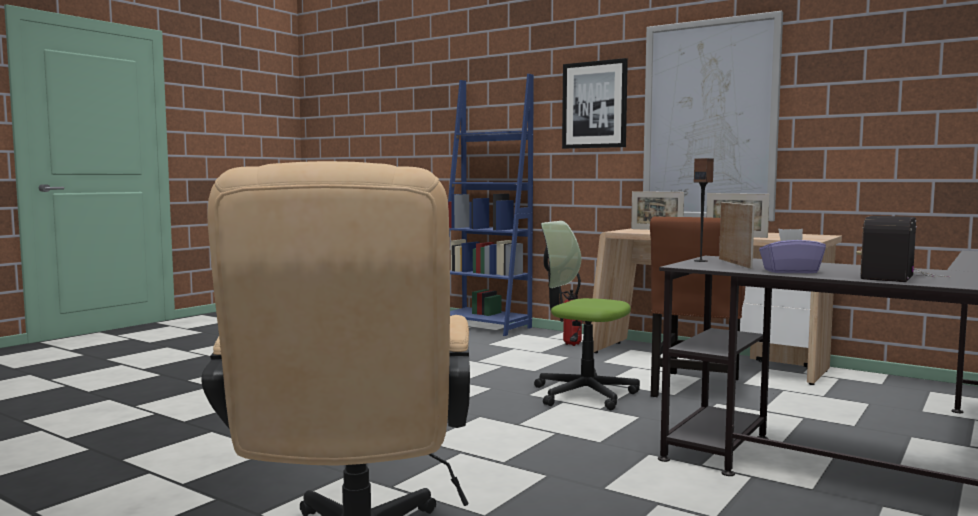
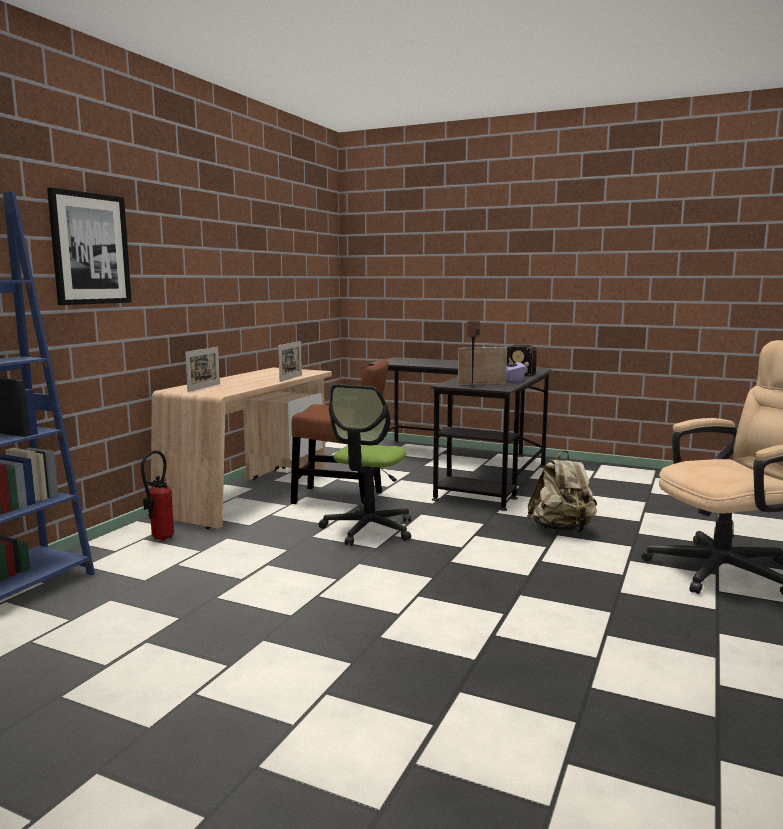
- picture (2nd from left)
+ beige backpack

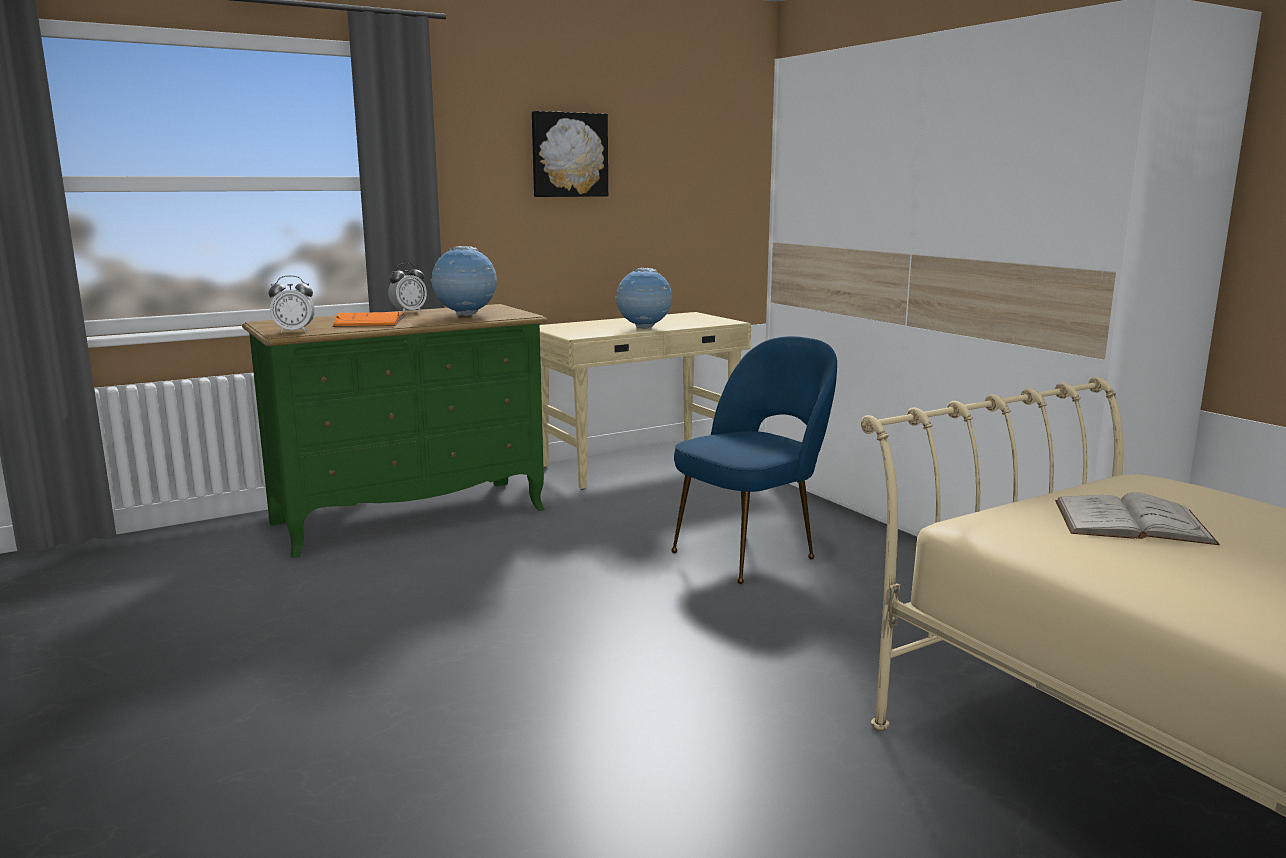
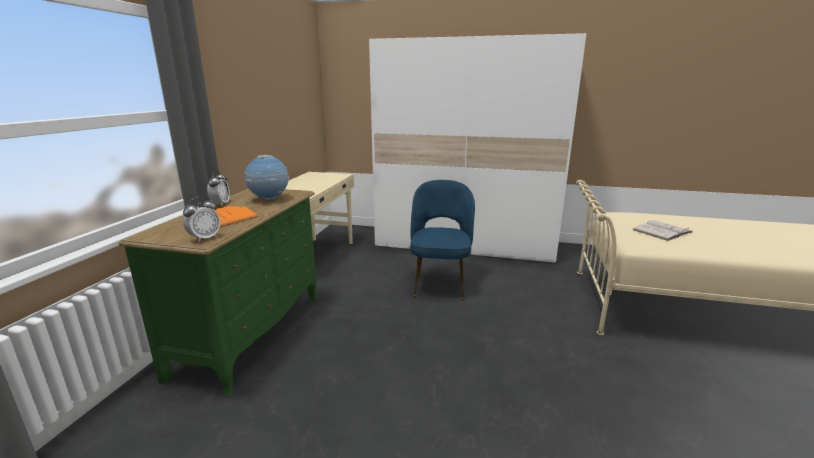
- picture
- globe (2nd from left)

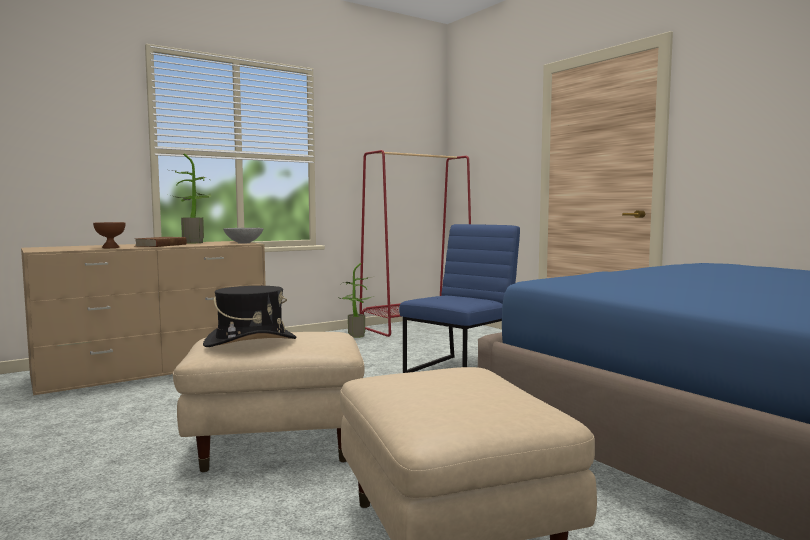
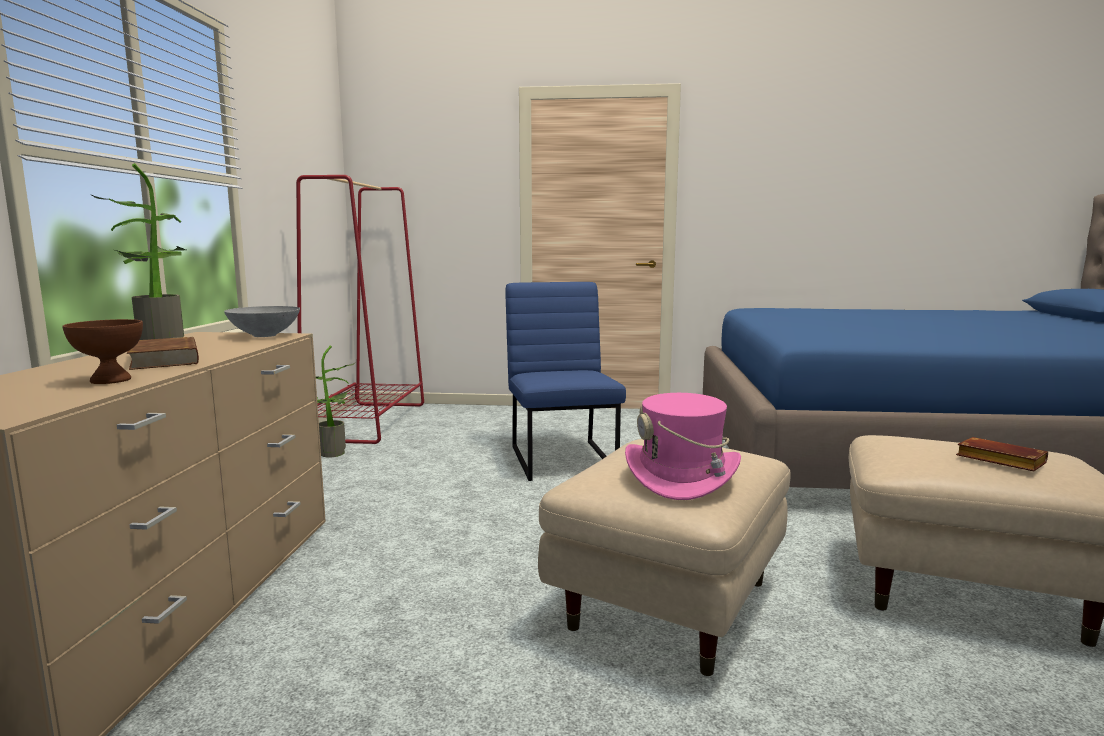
~ black hat to pink hat
+ brown book (2nd from left)

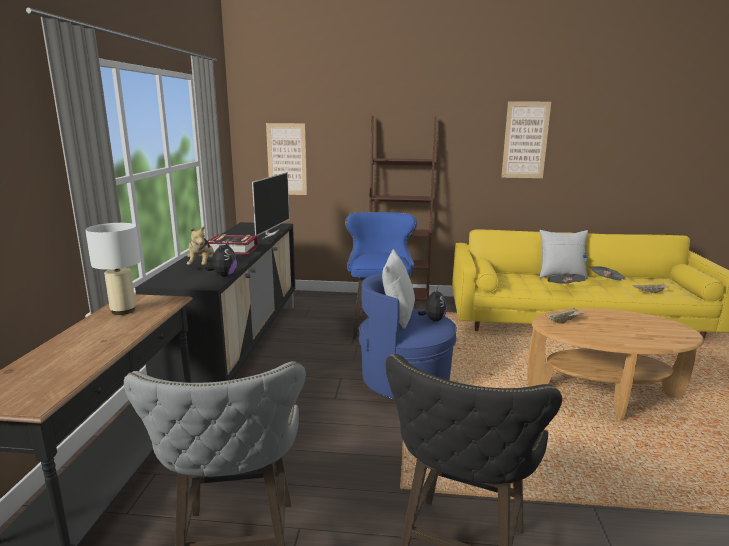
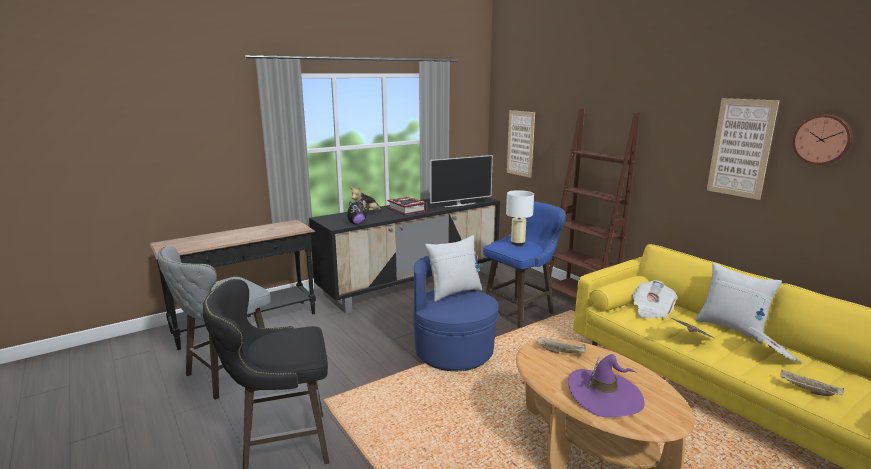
~ white table lamp
- plush toy (3rd from left)
+ wall clock
+ newspaper (1st from left)
+ purple hat

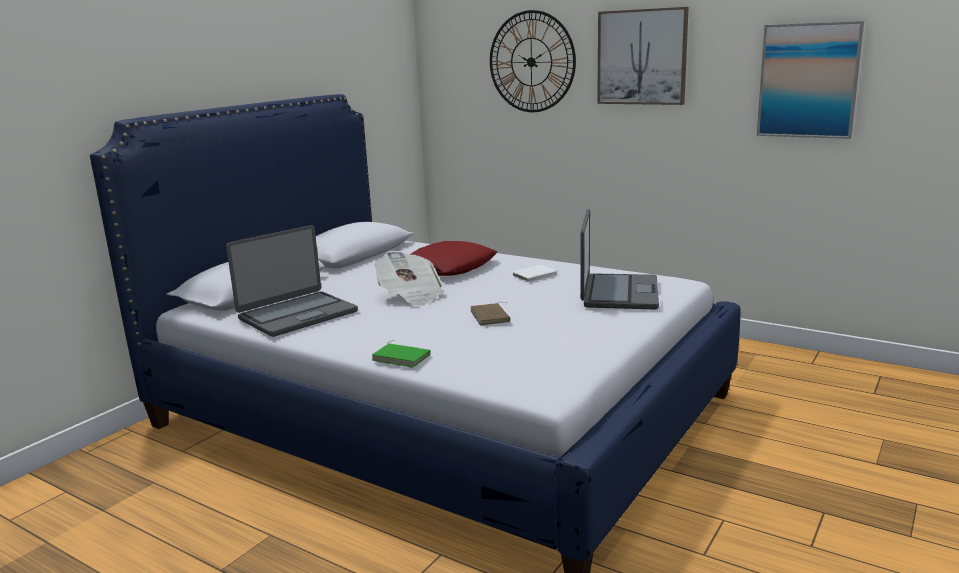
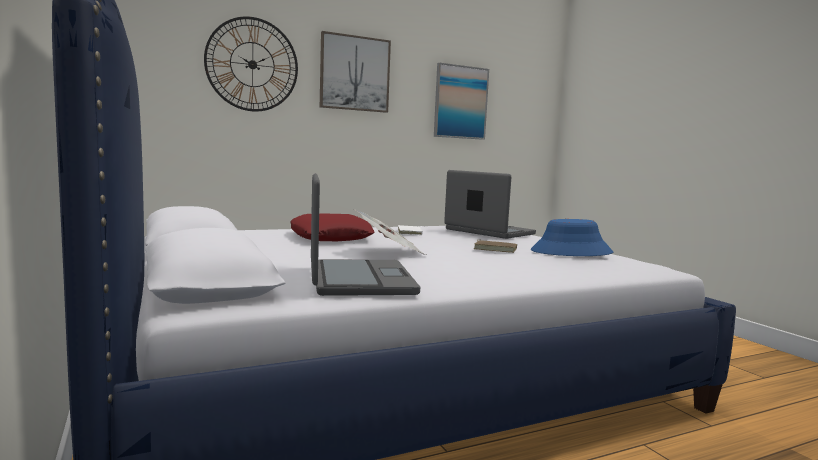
- green book
+ blue hat

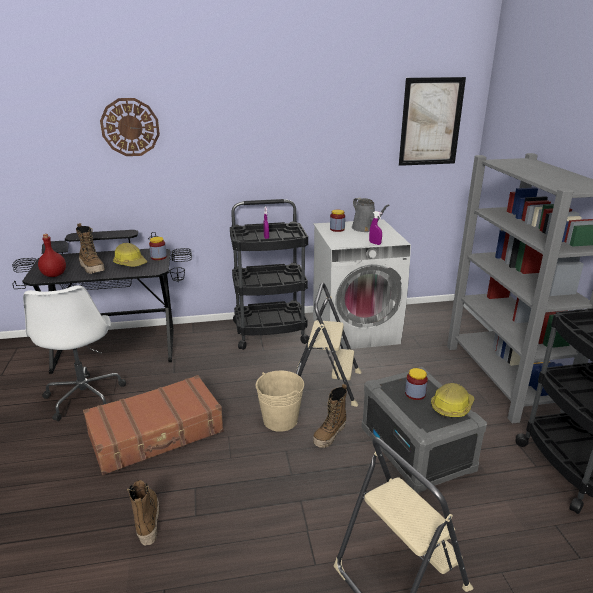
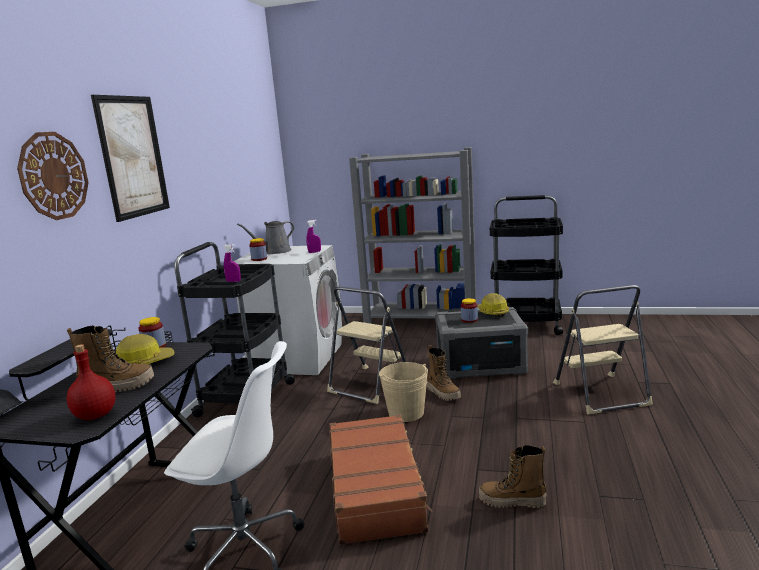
~ picture
~ grey watering can 150 degrees clockwise

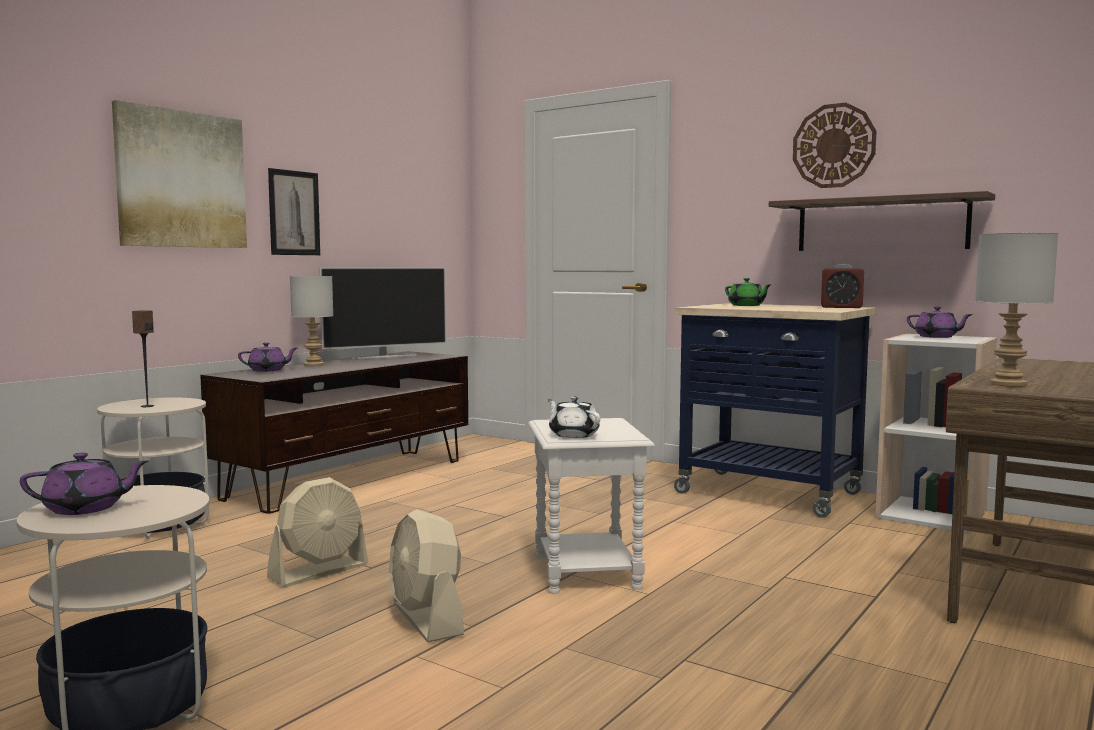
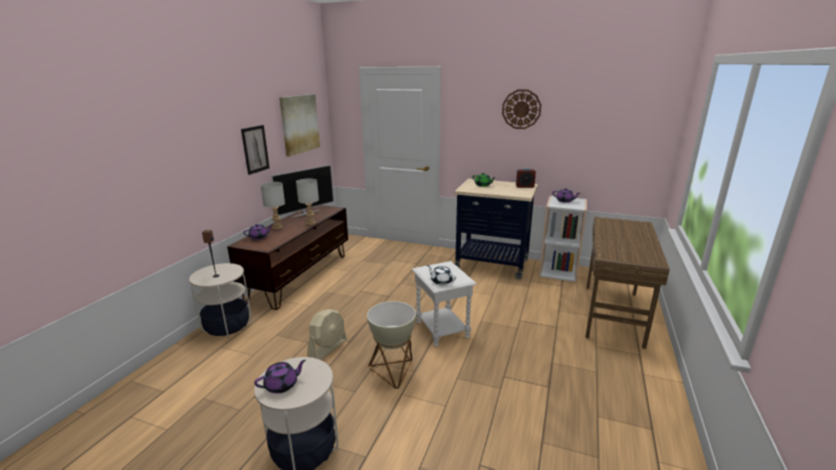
~ picture (1st from left in the first image) to picture (2nd from left)
- shelf
~ grey table lamp (2nd from left)
~ beige fan (2nd from left) to planter

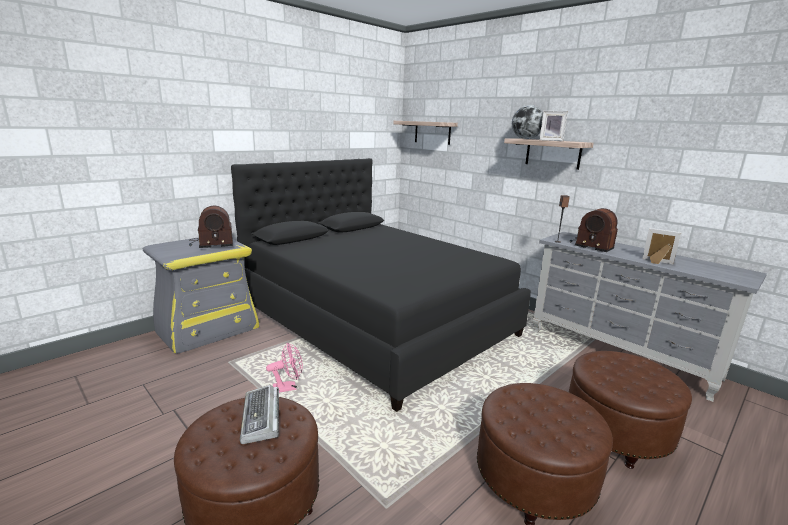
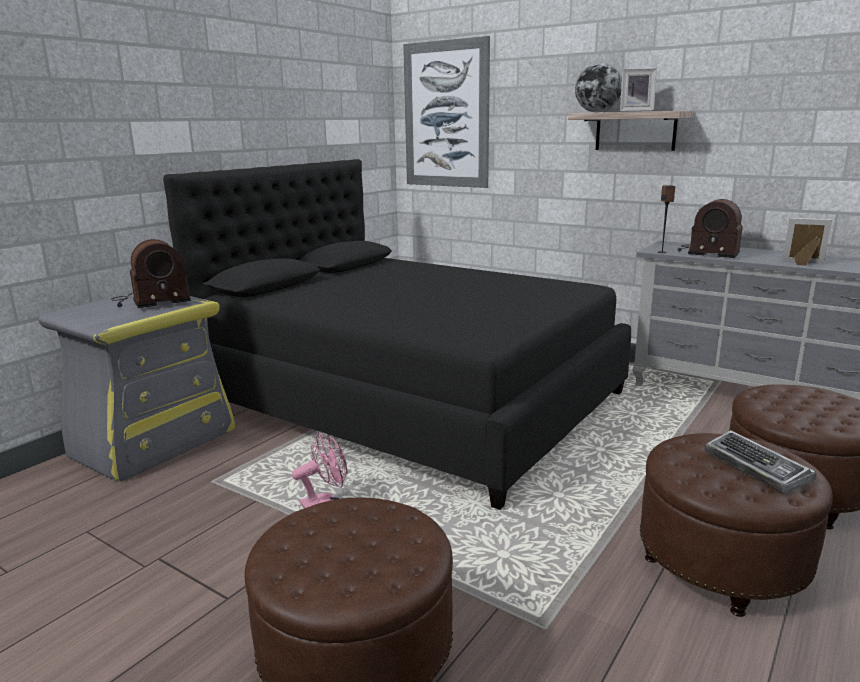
~ shelf (1st from left) to picture
~ keyboard

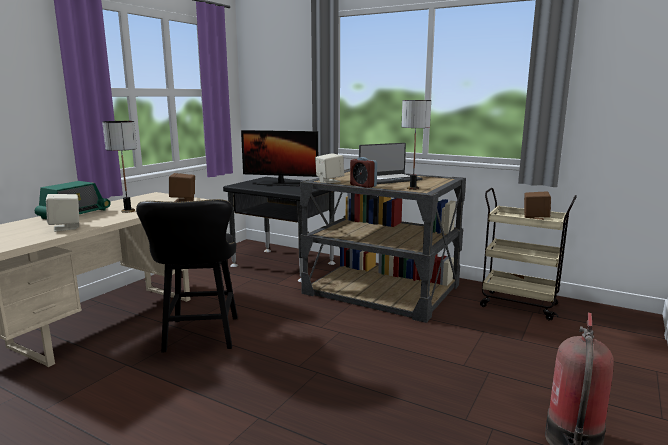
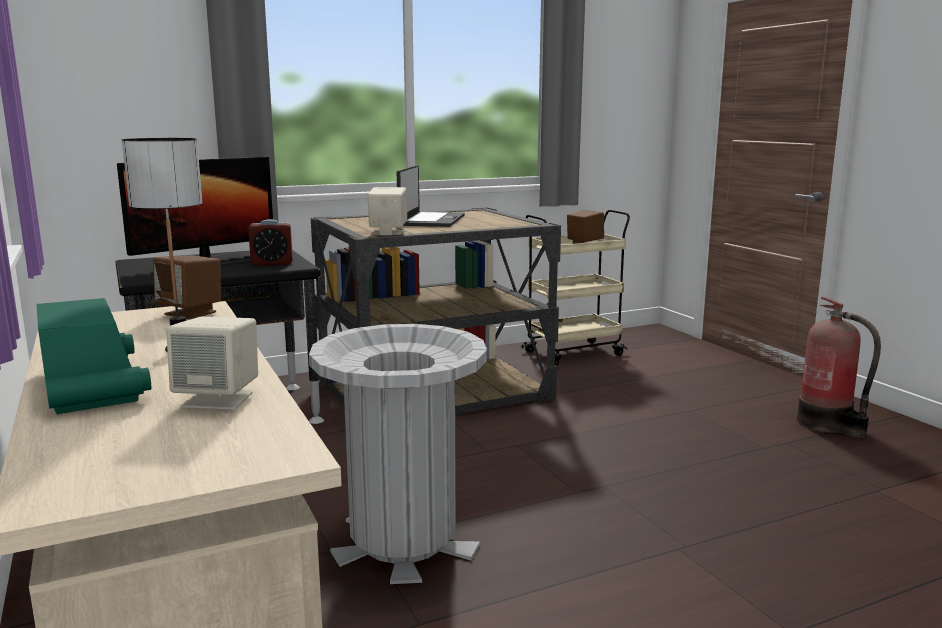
- table lamp (2nd from left)
~ alarm clock
~ black stool to grey trash can

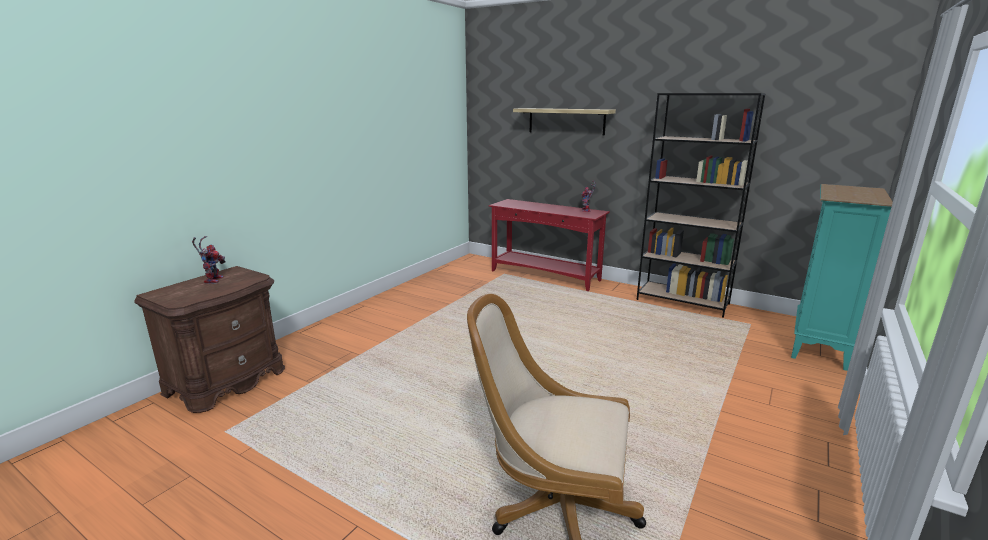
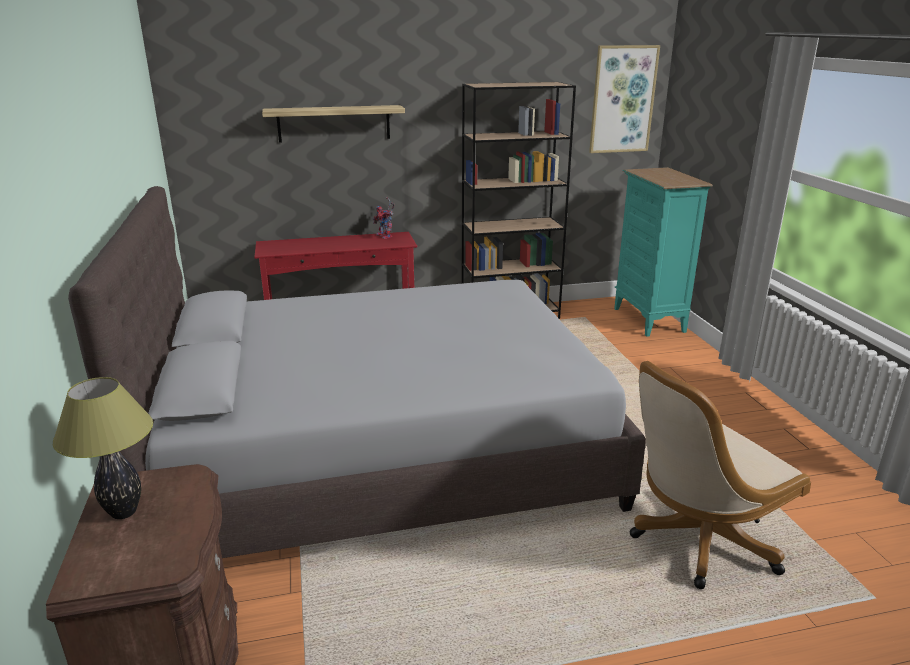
~ toy robot (1st from left) to table lamp
+ picture
+ grey bed

